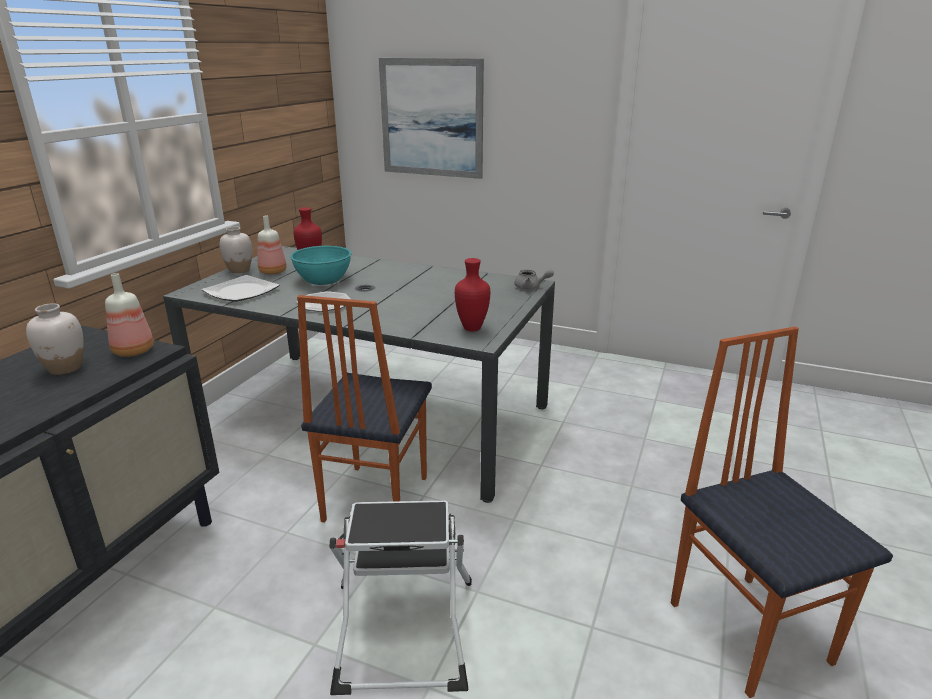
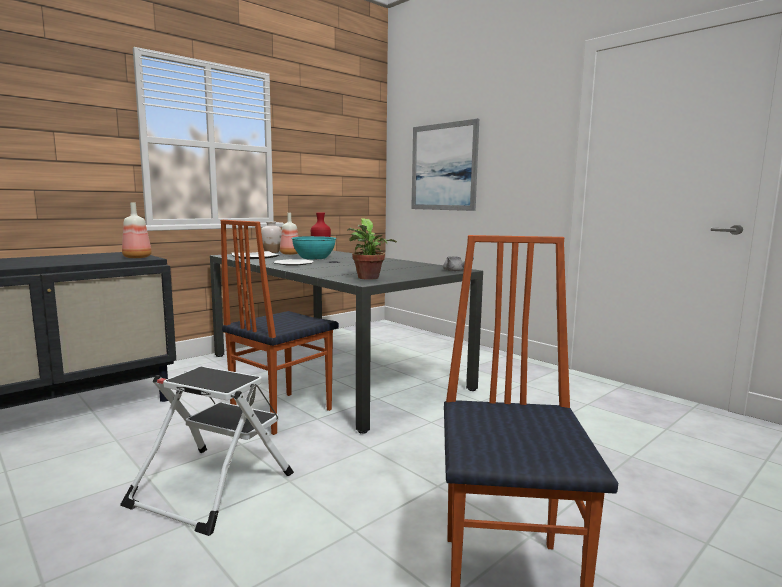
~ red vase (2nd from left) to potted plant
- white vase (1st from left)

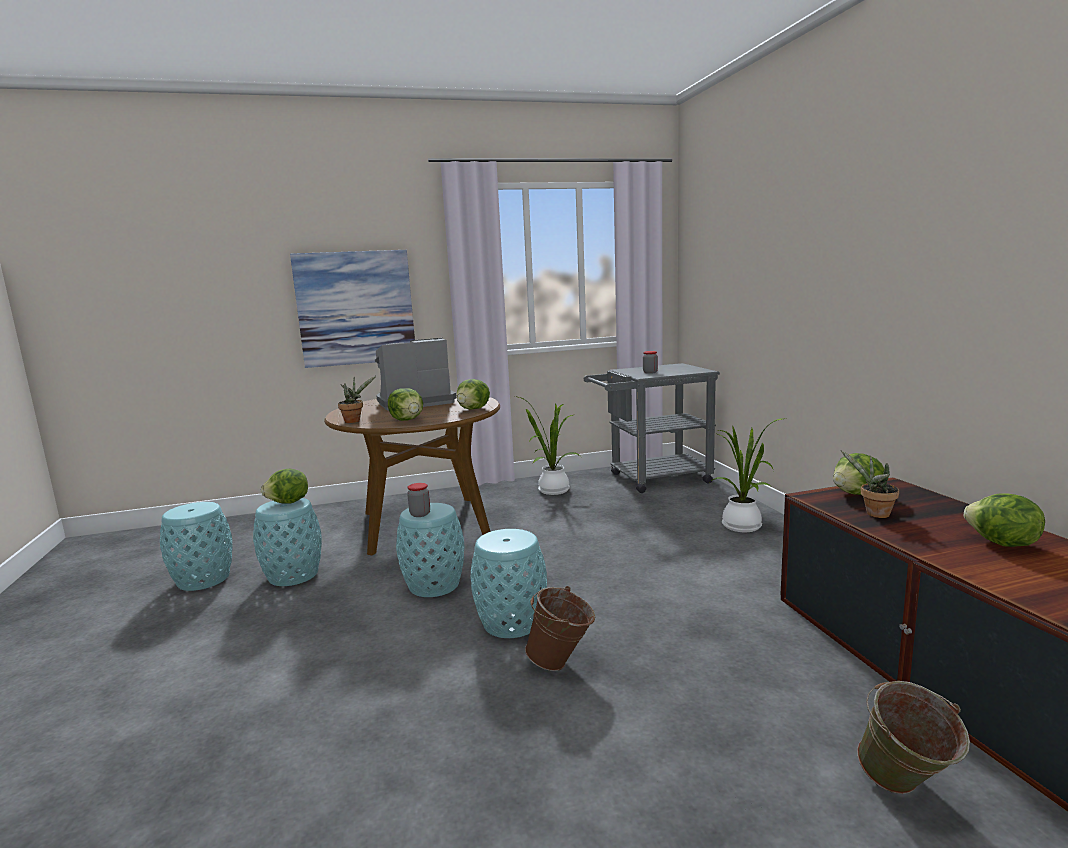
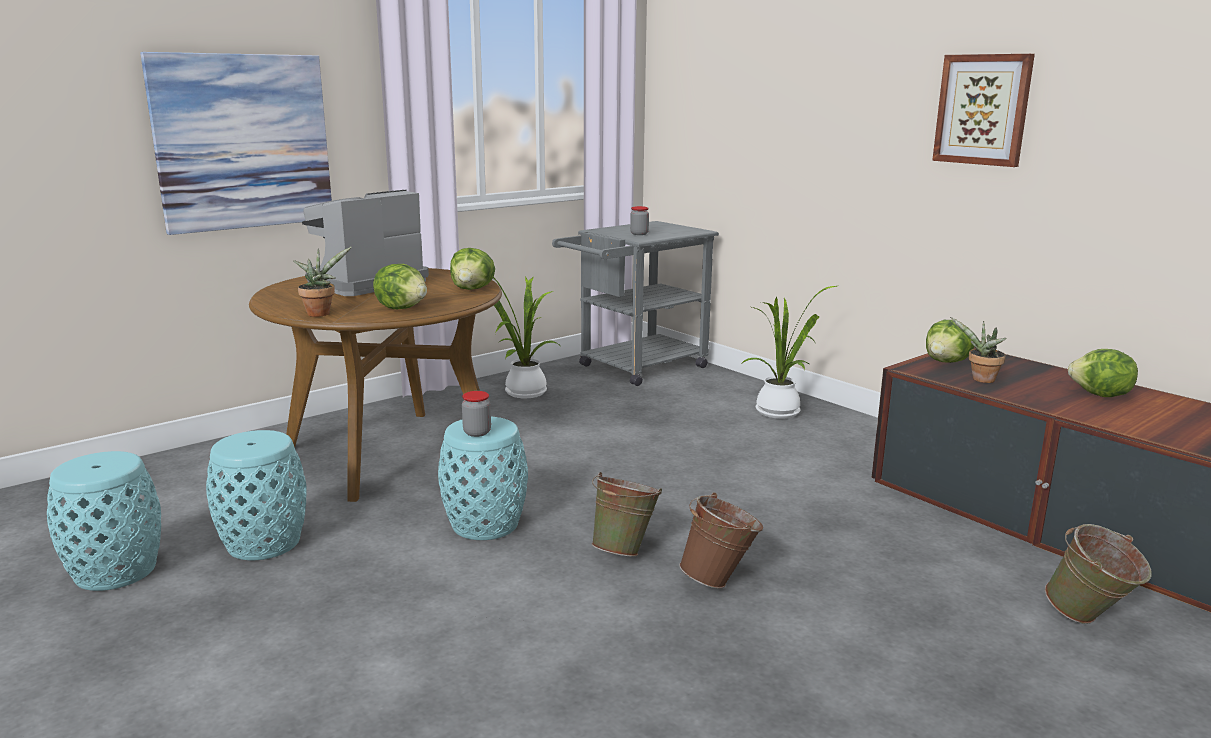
- lettuce (1st from left)
~ turquoise stool (4th from left) to green bucket (1st from left)
+ picture (2nd from left)

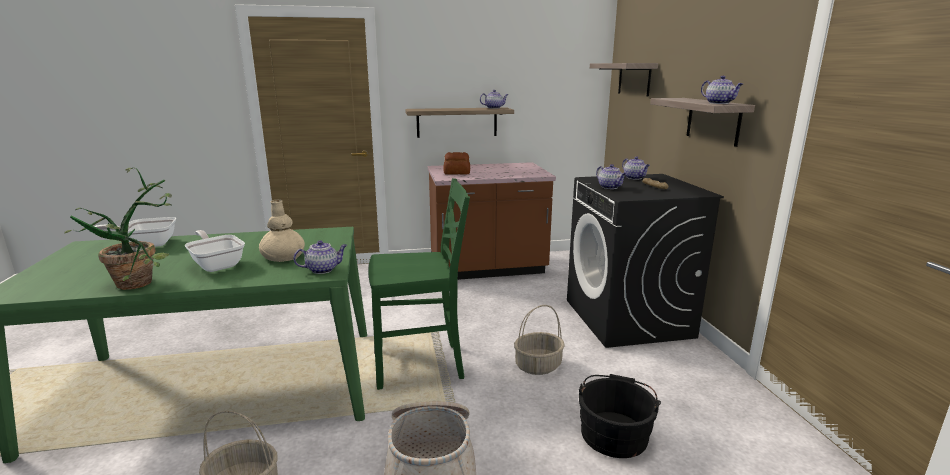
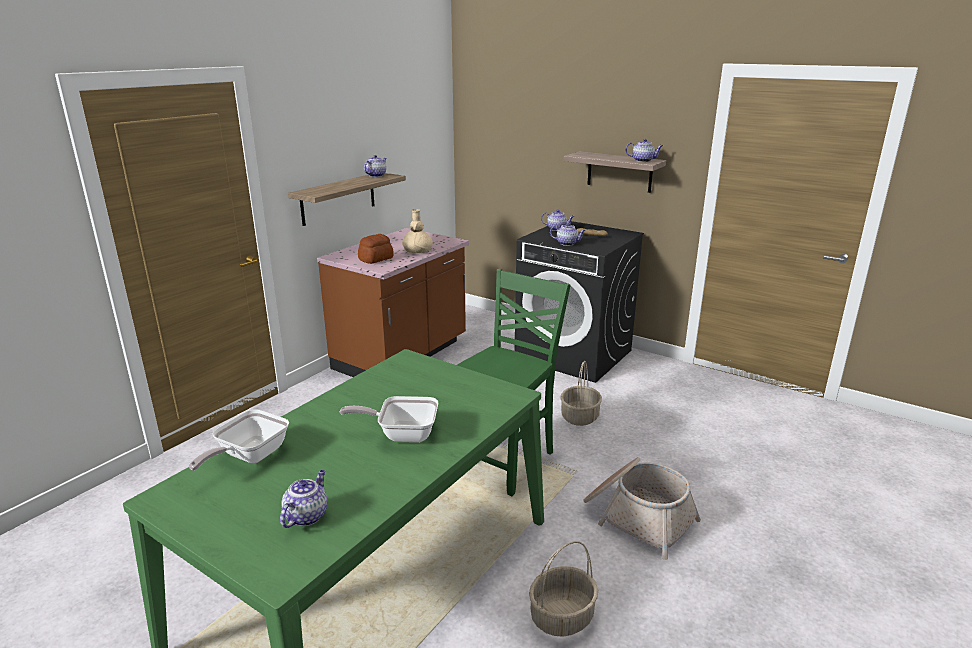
- shelf (2nd from left)
- potted plant
~ beige vase
~ teapot (1st from left)
- black bucket

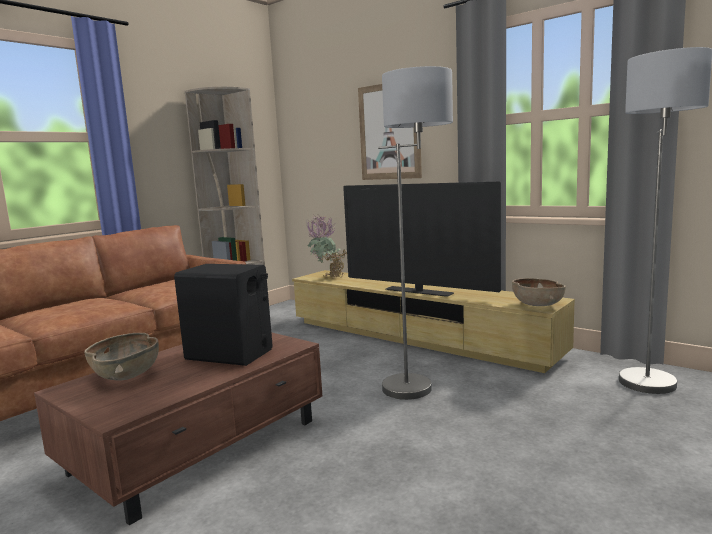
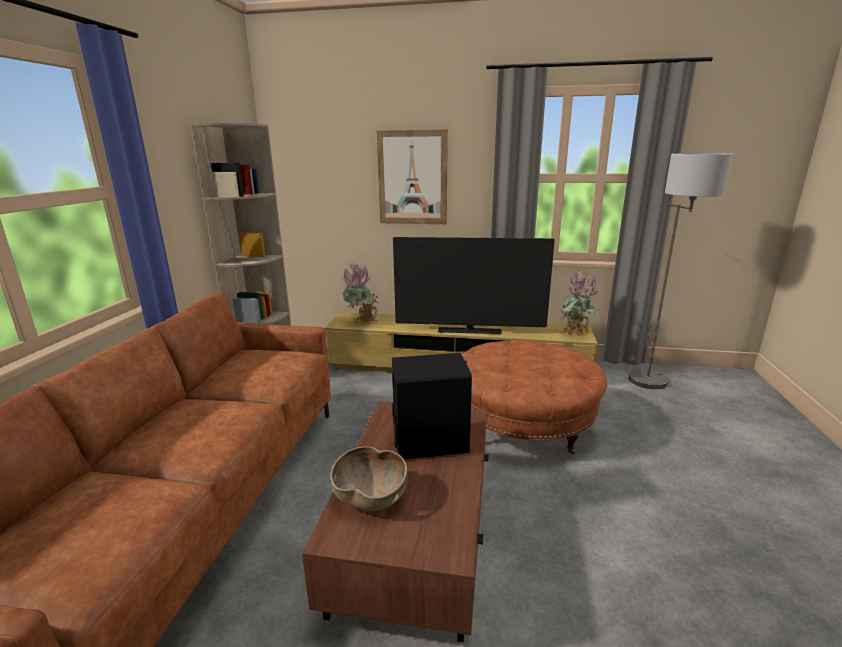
~ grey floor lamp (1st from left) to brown ottoman
~ brown bowl (2nd from left) to potted plant (2nd from left)

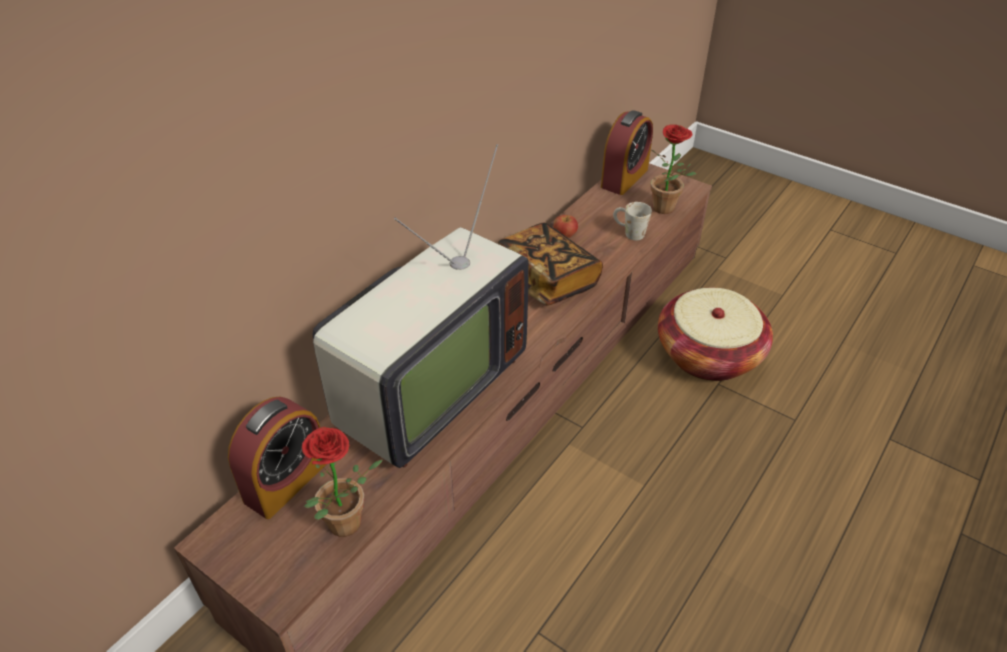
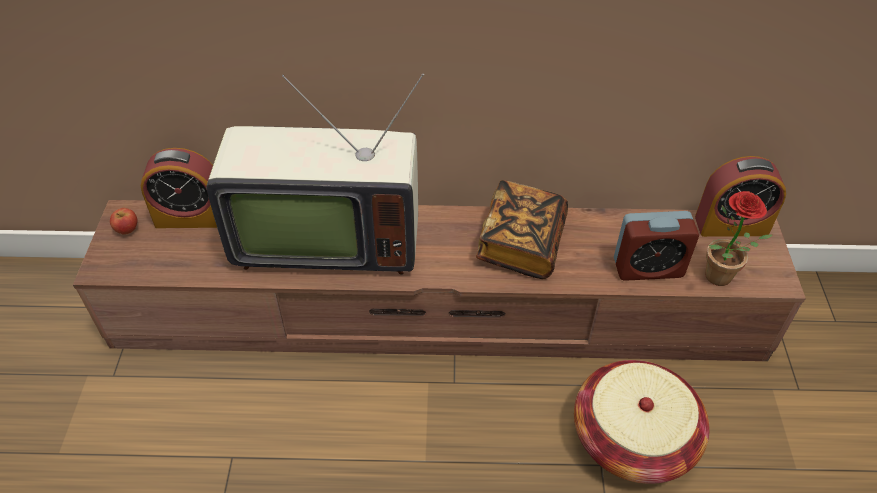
~ white mug to alarm clock (2nd from left)
~ apple
- potted plant (1st from left)

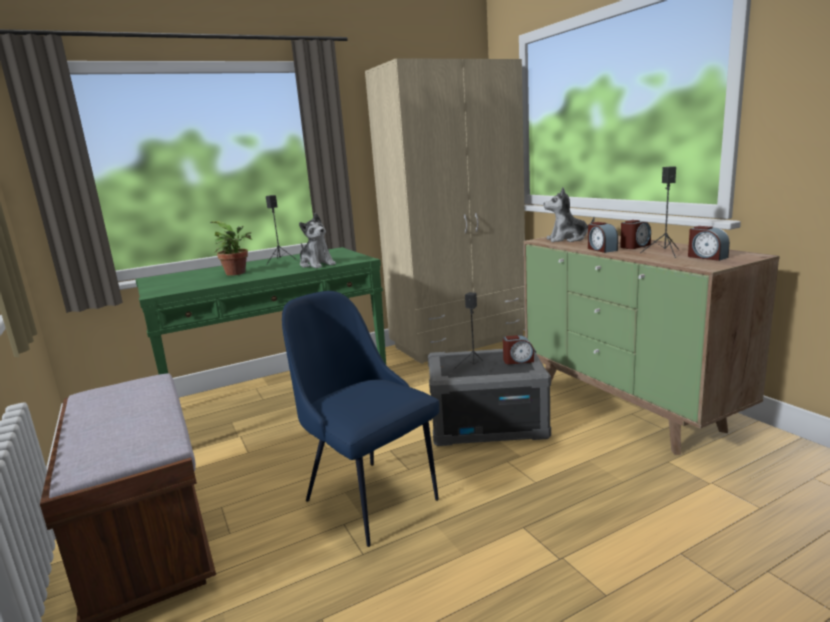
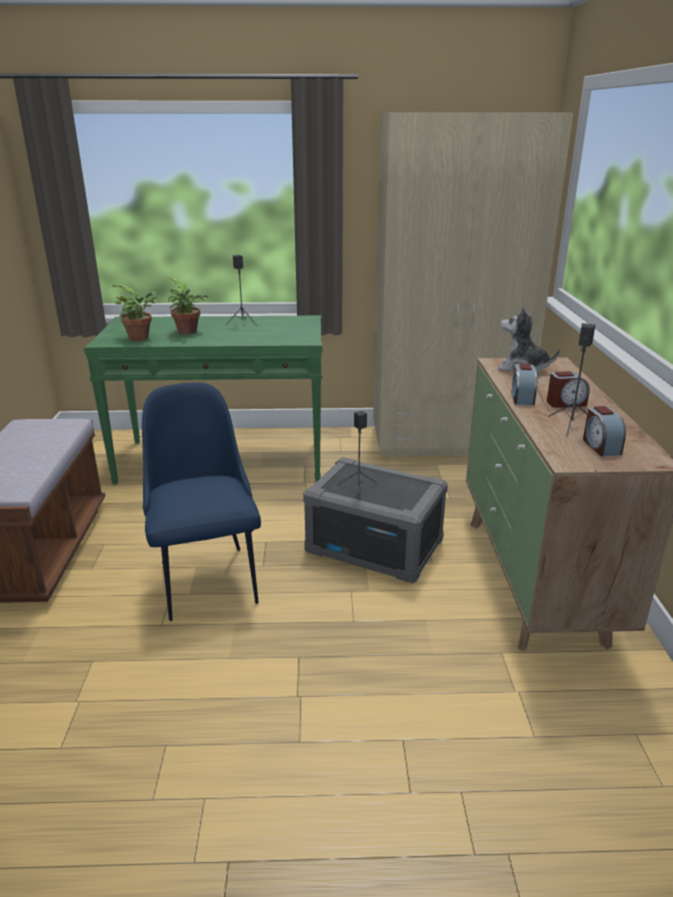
- plush toy (1st from left)
- alarm clock (1st from left)
+ potted plant (1st from left)

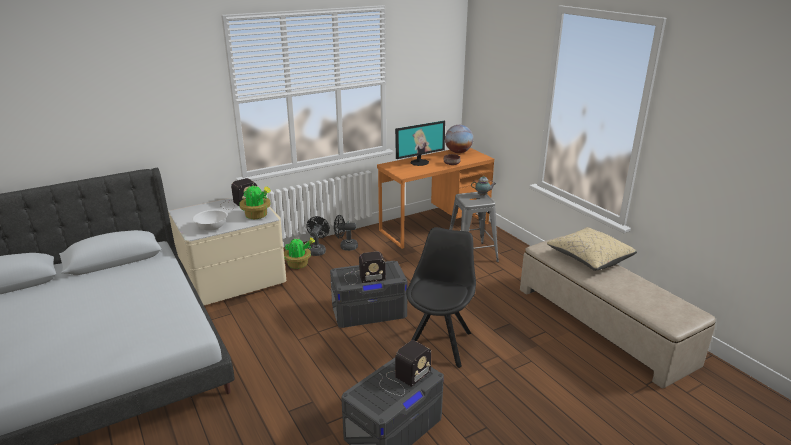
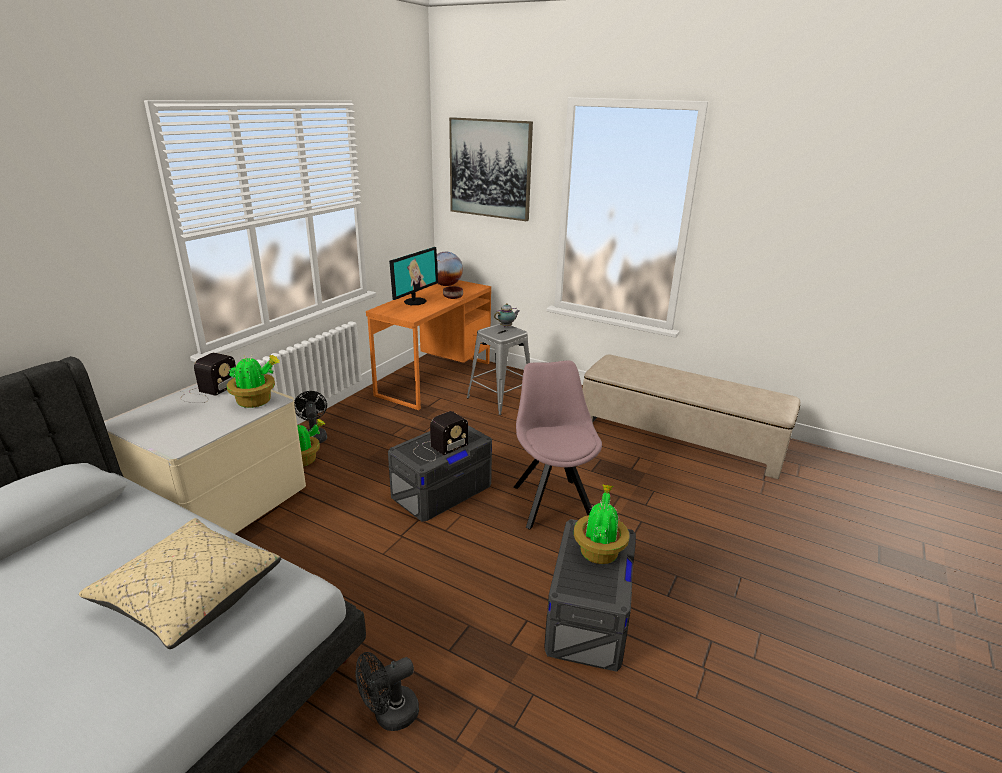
- white bowl
~ black fan (2nd from left)
~ black chair to pink chair
~ beige pillow
~ radio (3rd from left) to potted plant (3rd from left)
+ picture

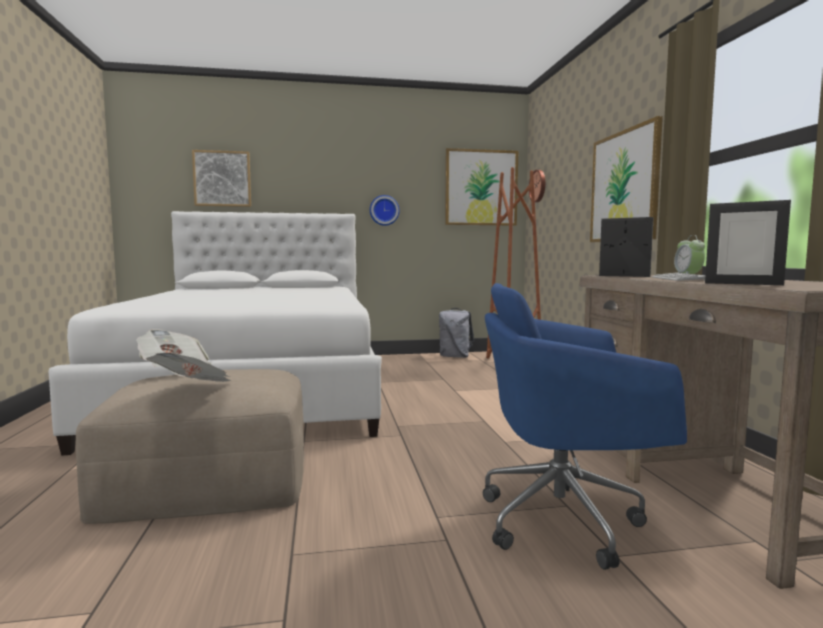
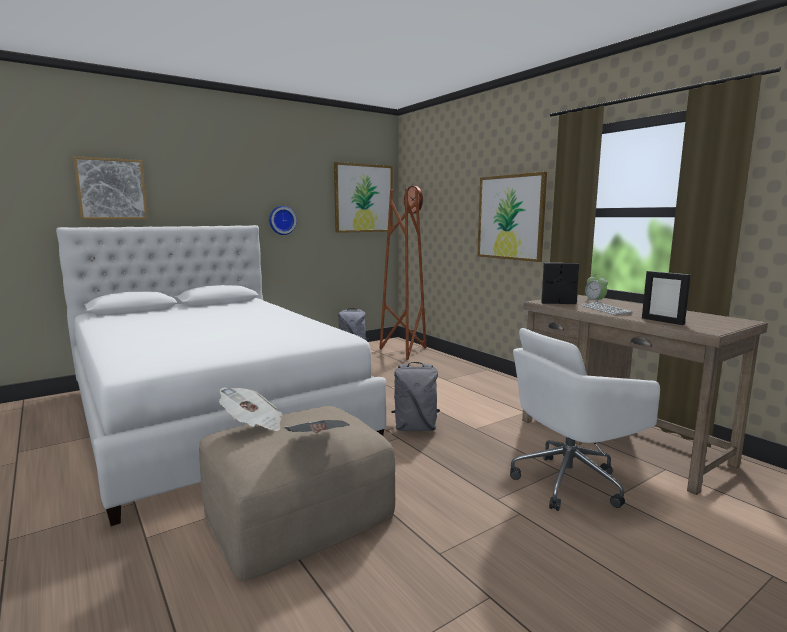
~ picture frame (2nd from left) 45 degrees clockwise
~ blue office chair to white office chair
+ grey backpack (2nd from left)

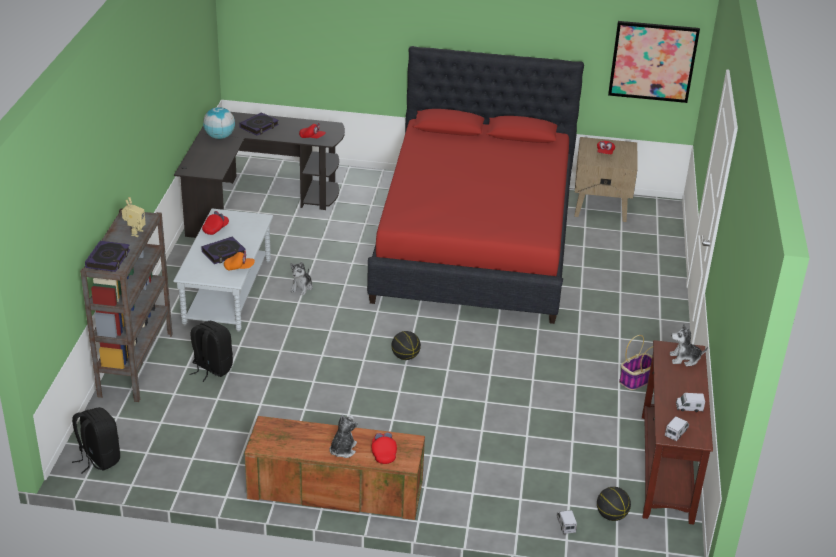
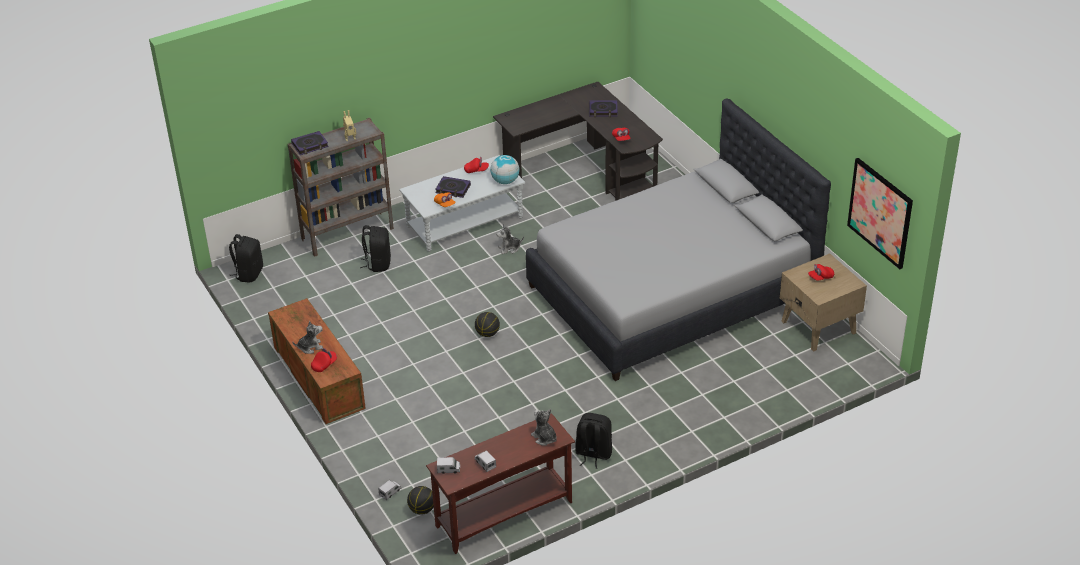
~ red bed to grey bed
~ globe
~ basket to black backpack (3rd from left)

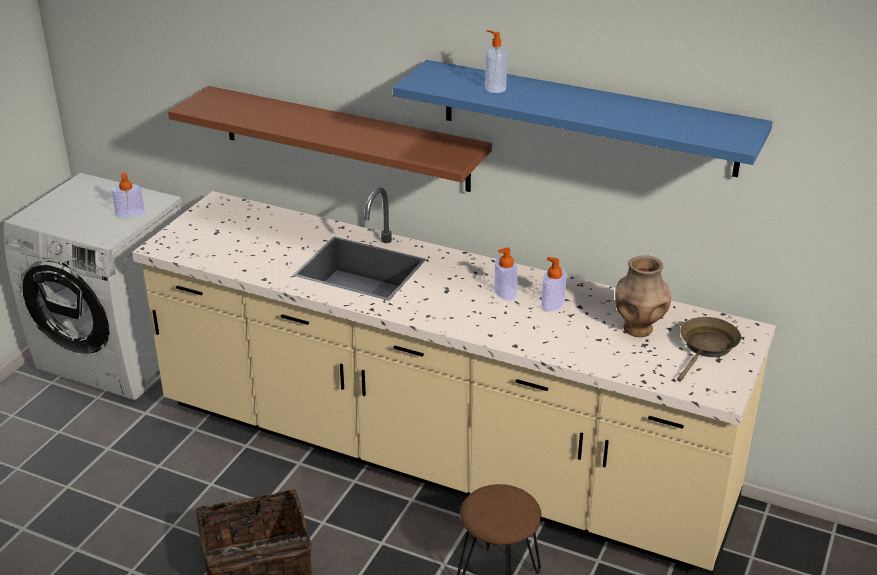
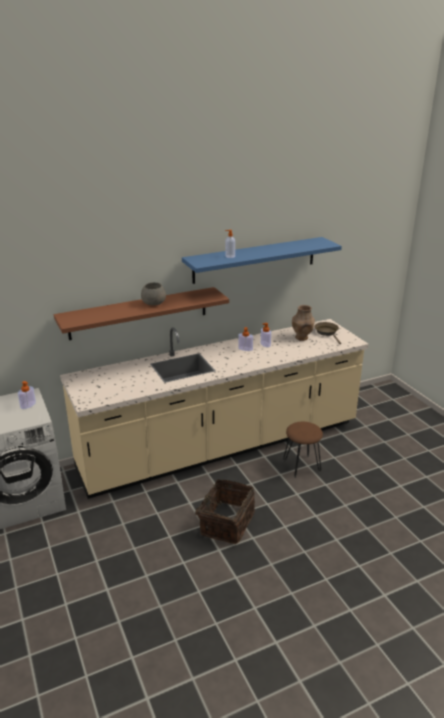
+ grey bowl

